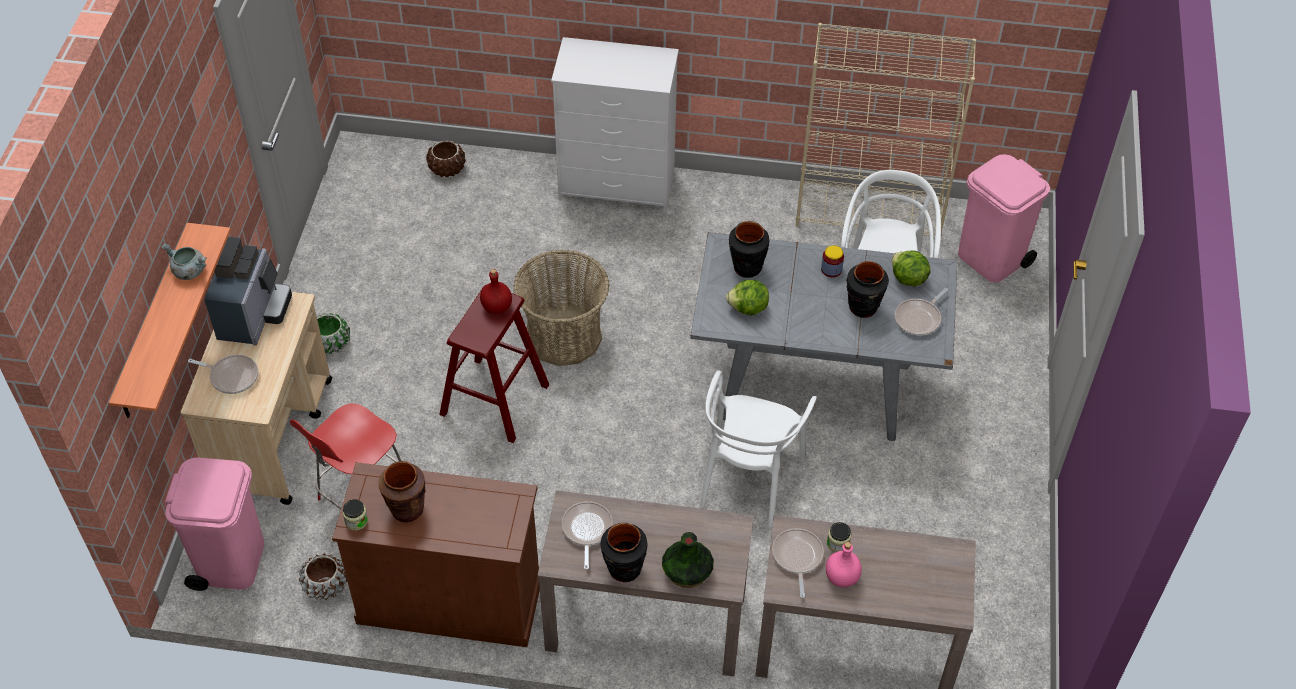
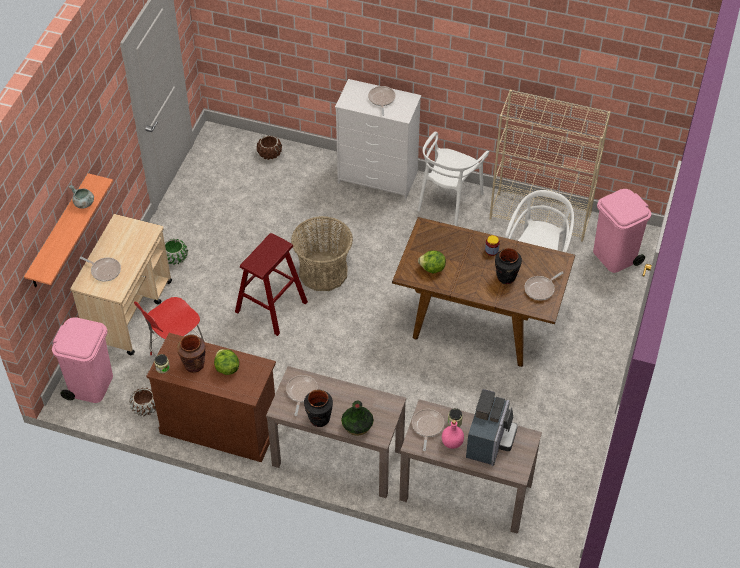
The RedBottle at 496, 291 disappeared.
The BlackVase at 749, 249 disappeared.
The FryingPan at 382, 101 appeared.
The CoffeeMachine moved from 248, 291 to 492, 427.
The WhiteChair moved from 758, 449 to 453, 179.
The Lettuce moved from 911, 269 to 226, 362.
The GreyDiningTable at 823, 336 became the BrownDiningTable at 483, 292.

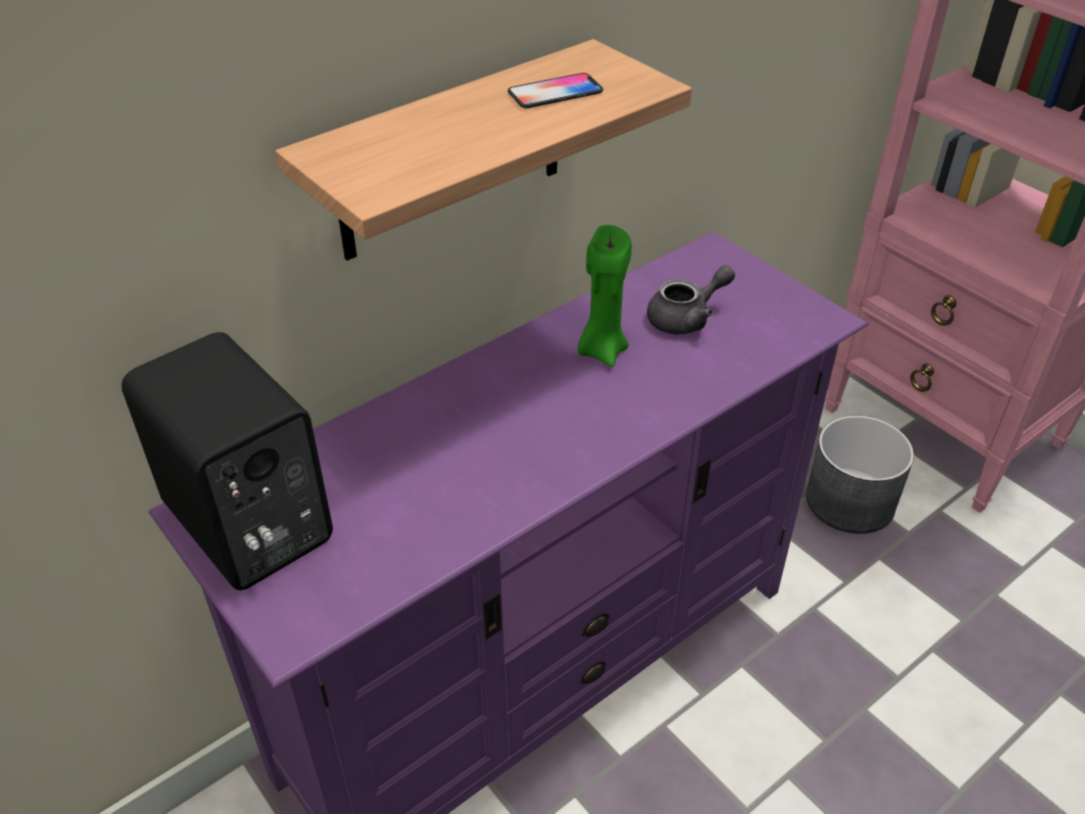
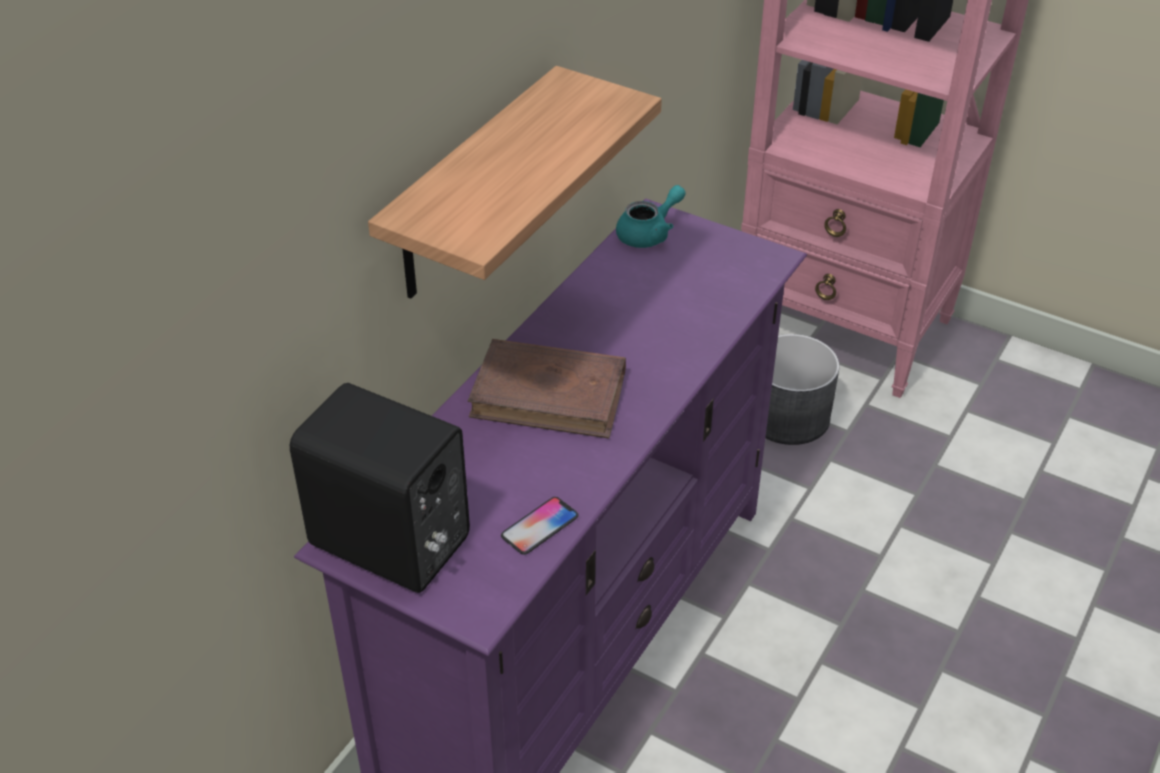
The GreenCandle at 605, 296 disappeared.
The GreyTeapot at 691, 299 disappeared.
The BrownBook at 547, 389 appeared.
The TurquoiseTeapot at 651, 216 appeared.
The Phone moved from 555, 90 to 540, 526.

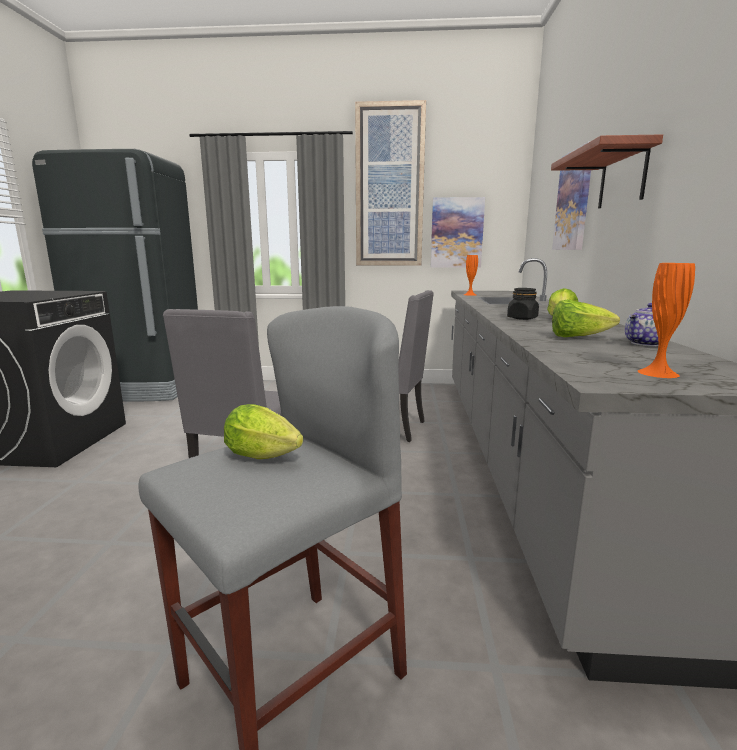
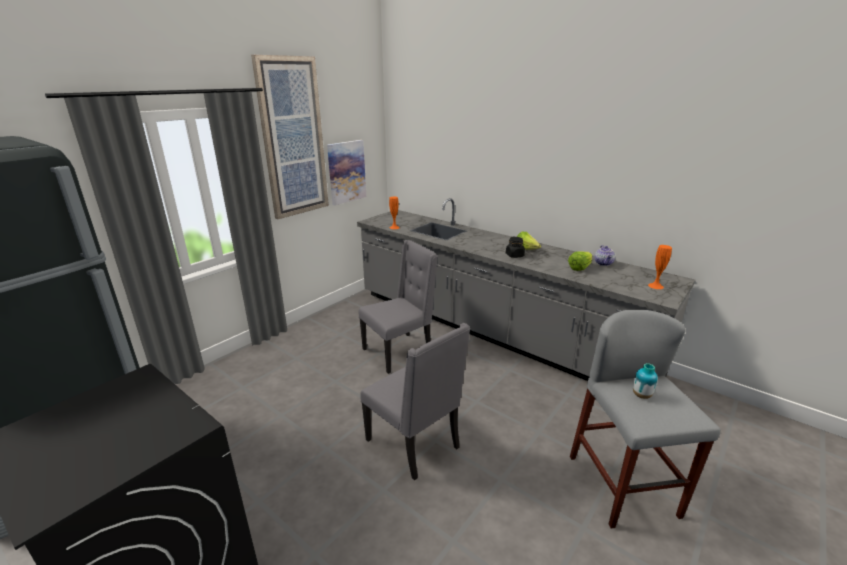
The Shelf at 607, 171 disappeared.
The Picture at 571, 195 disappeared.
The Lettuce at 263, 431 was replaced by the Vase at 645, 381.

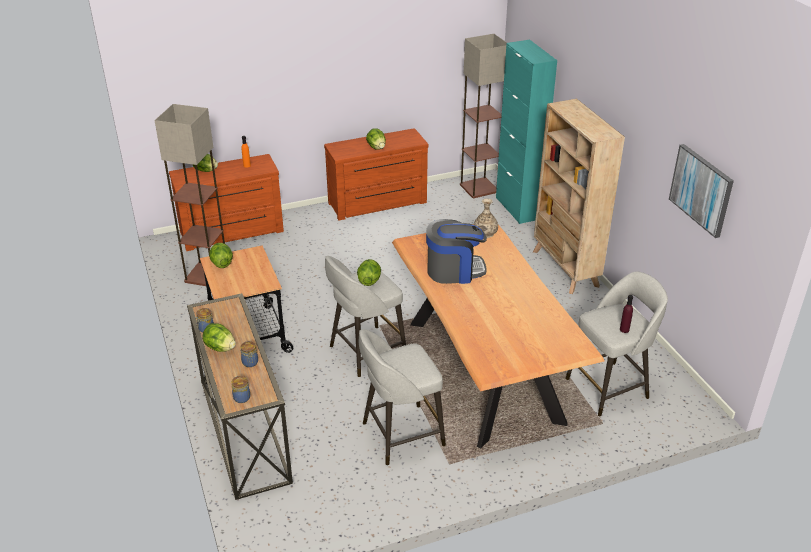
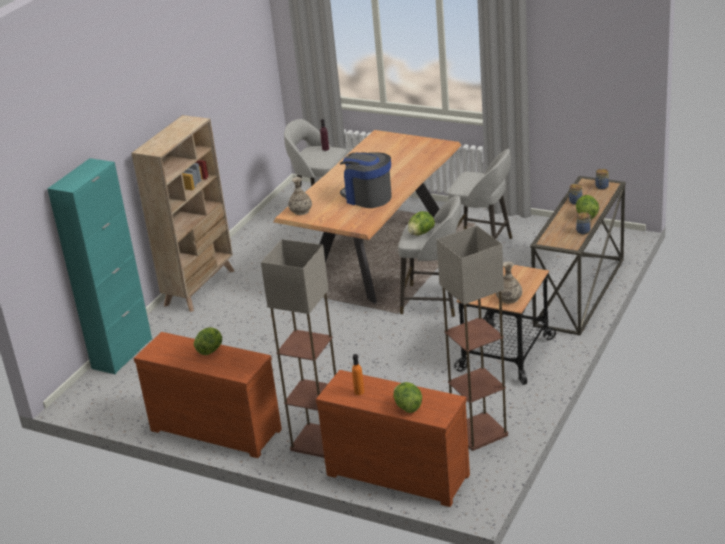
The Picture at 701, 191 disappeared.
The FloorLamp moved from 483, 116 to 298, 348.
The Lettuce at 221, 255 was replaced by the Vase at 509, 283.

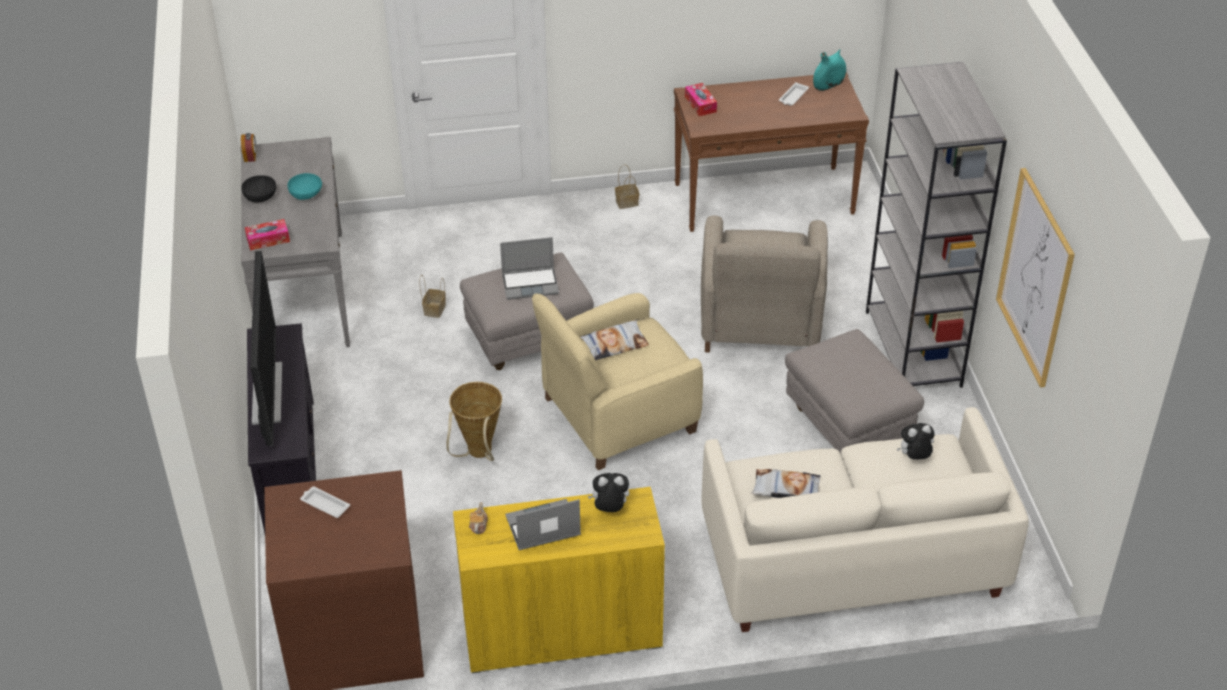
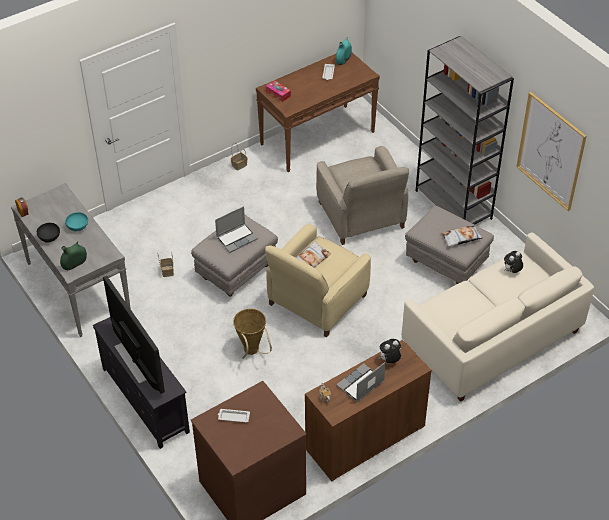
The Pillow moved from 786, 483 to 462, 235.
The TissueBox at 267, 234 was replaced by the GreenVase at 73, 255.
The YellowCabinet at 559, 580 became the BrownCabinet at 368, 411.

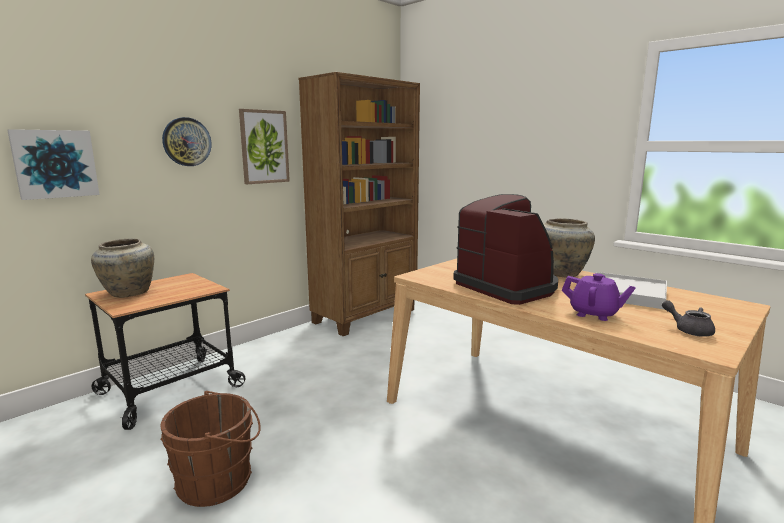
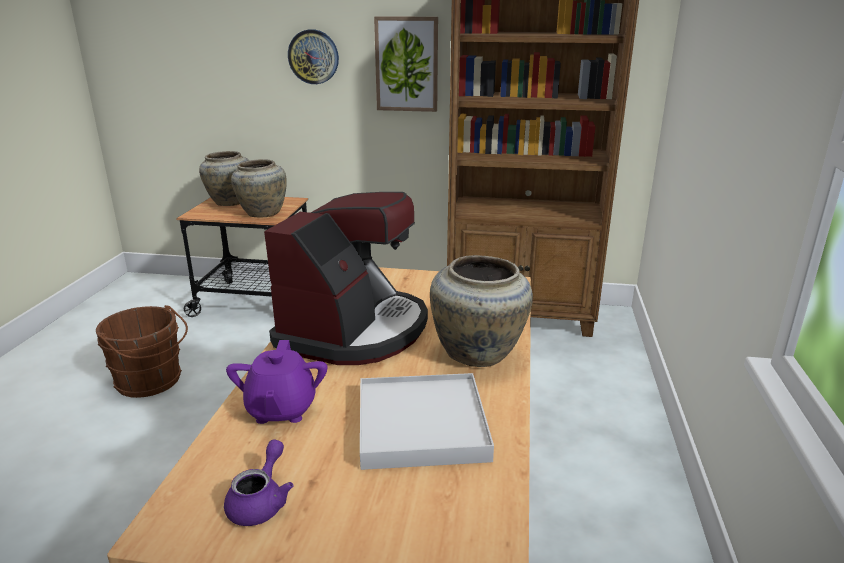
The Picture at 53, 164 disappeared.
The BeigeVase at 259, 188 appeared.
The GreyTeapot at 688, 318 became the PurpleTeapot at 259, 482.

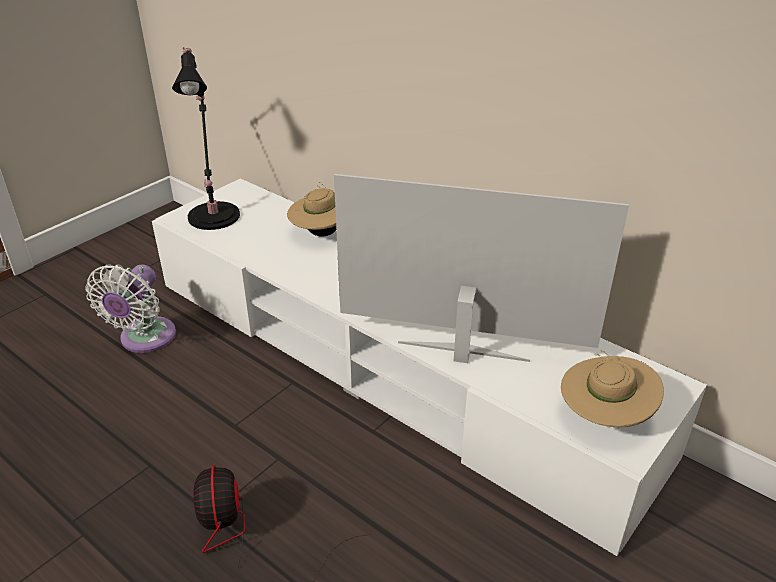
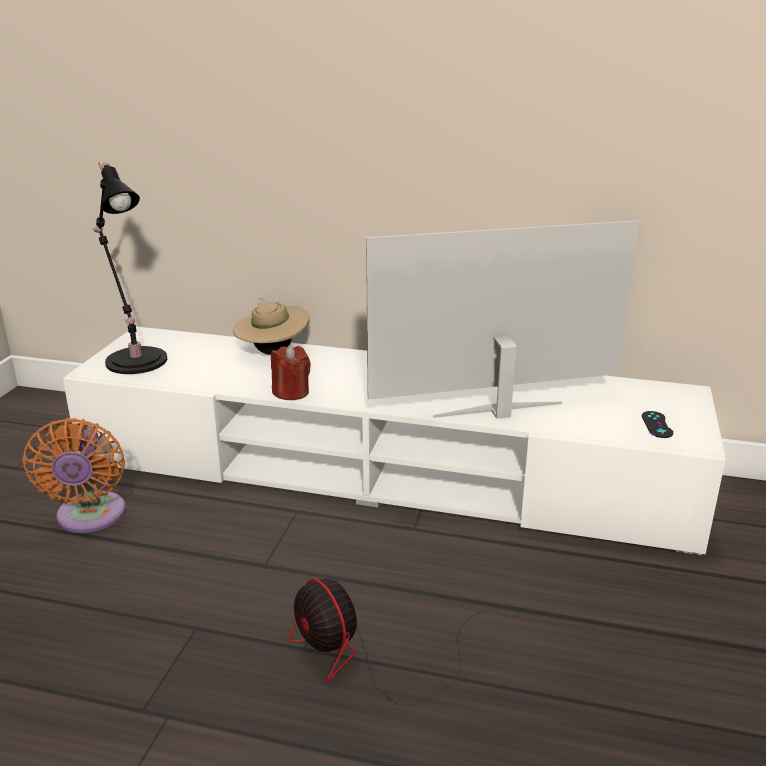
The RedCandle at 291, 372 appeared.
The BeigeHat at 612, 389 was replaced by the BlackGameController at 657, 424.
The WhiteFan at 130, 308 became the OrangeFan at 74, 475.

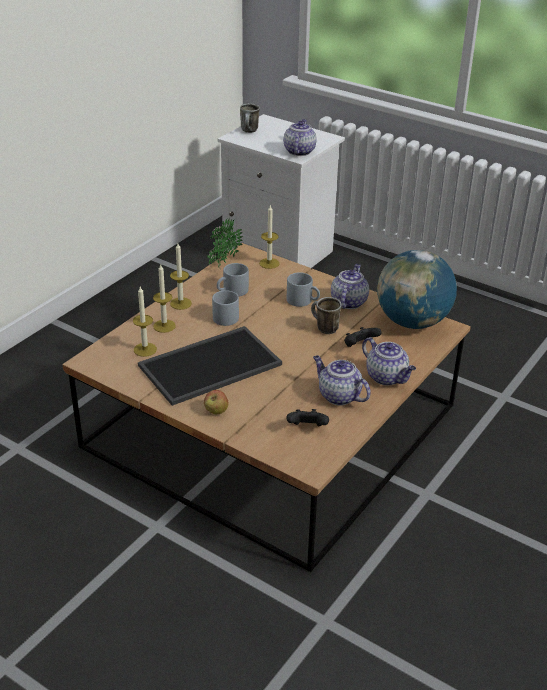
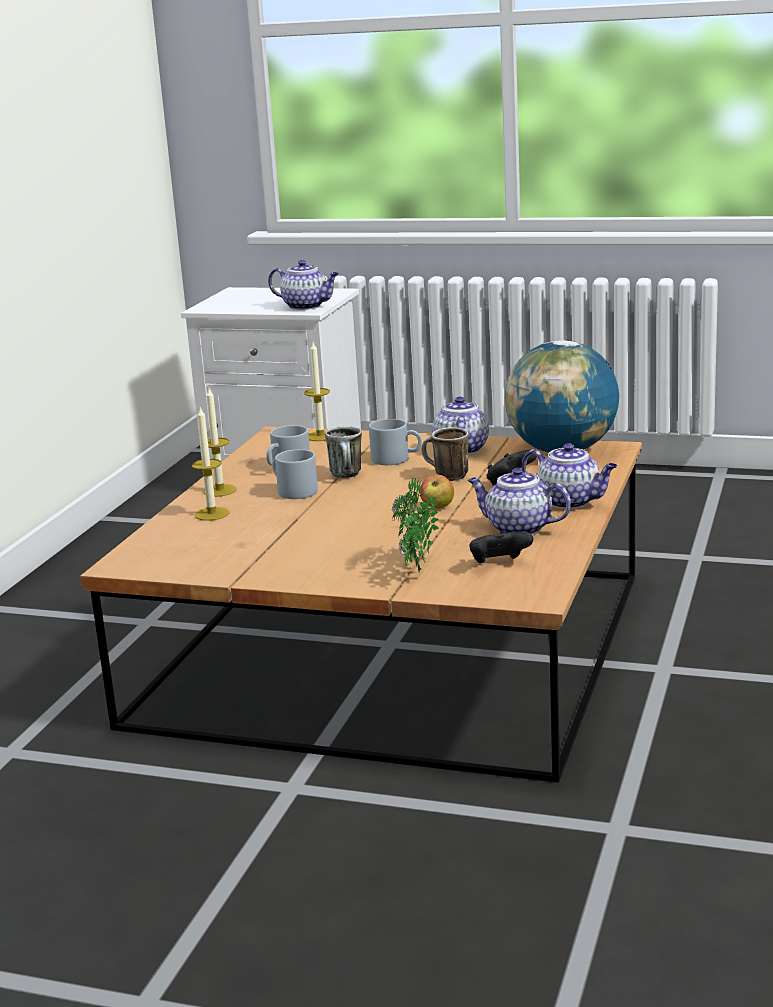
The Candle at 145, 322 disappeared.
The Tray at 210, 366 disappeared.
The Apple moved from 216, 402 to 437, 491.
The PottedPlant moved from 225, 243 to 415, 524.
The Mug moved from 250, 118 to 343, 452.
The Teapot at 300, 137 turned 120 degrees clockwise.

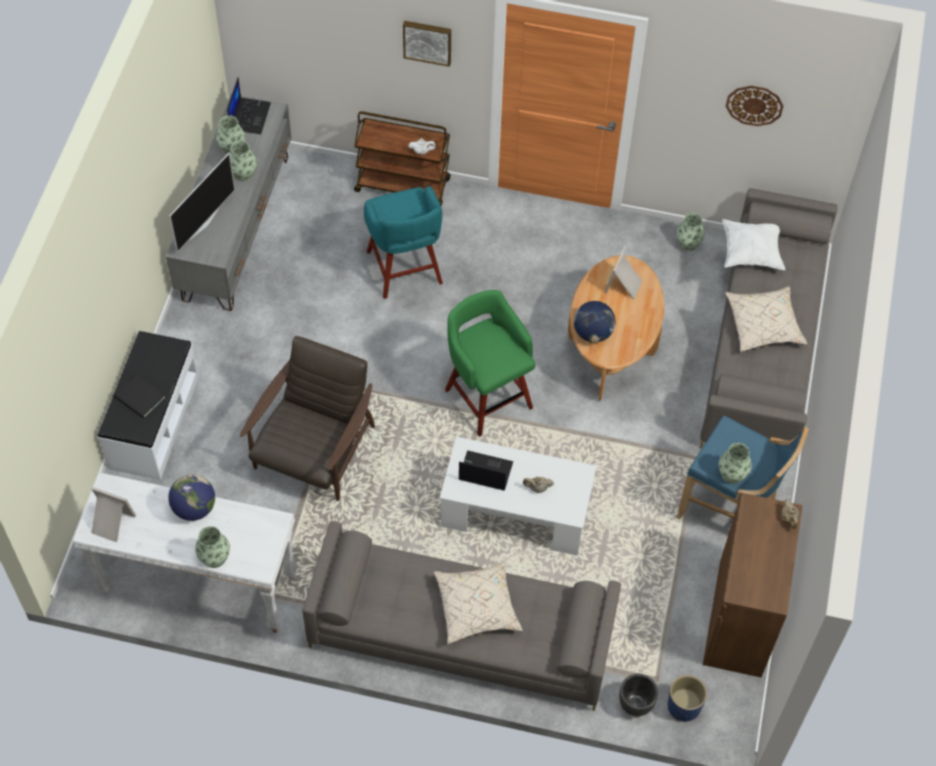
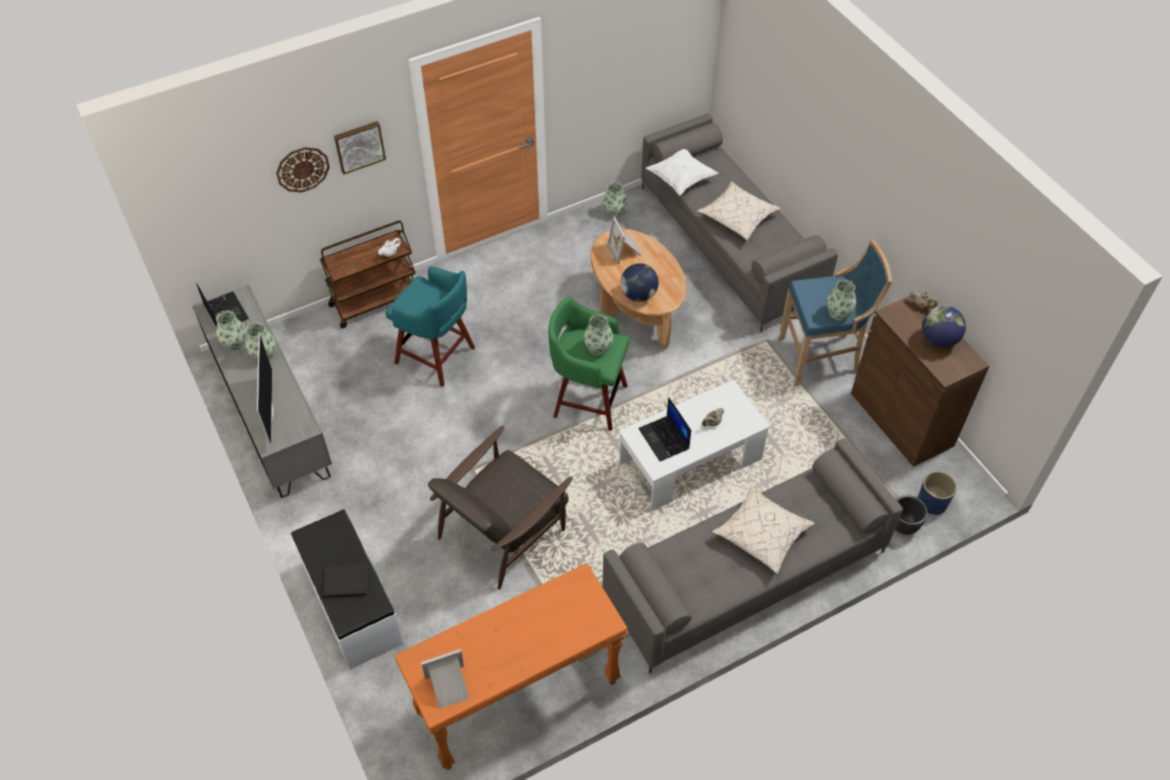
The Globe moved from 191, 497 to 944, 327.
The Vase moved from 212, 547 to 598, 334.
The WallClock moved from 754, 106 to 303, 170.
The WhiteConsoleTable at 185, 552 became the OrangeConsoleTable at 511, 666.
The BrownArmchair at 307, 418 turned 120 degrees counterclockwise.
The Laptop at 486, 470 turned 90 degrees counterclockwise.

